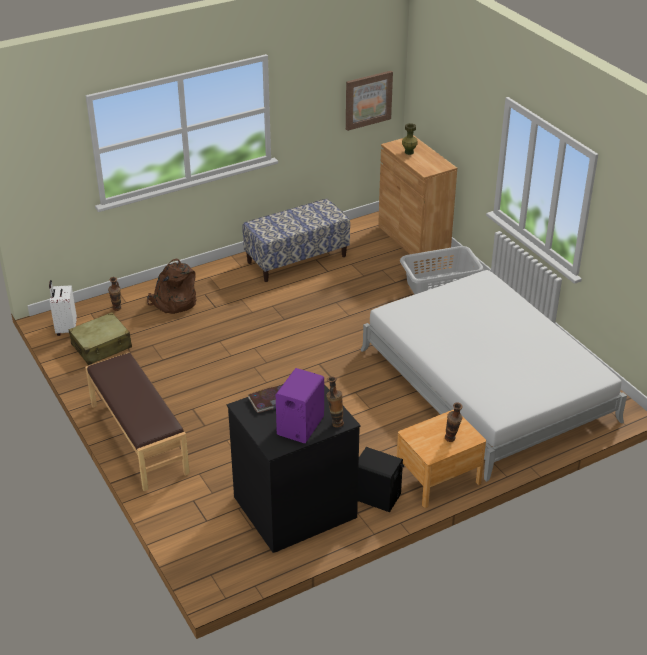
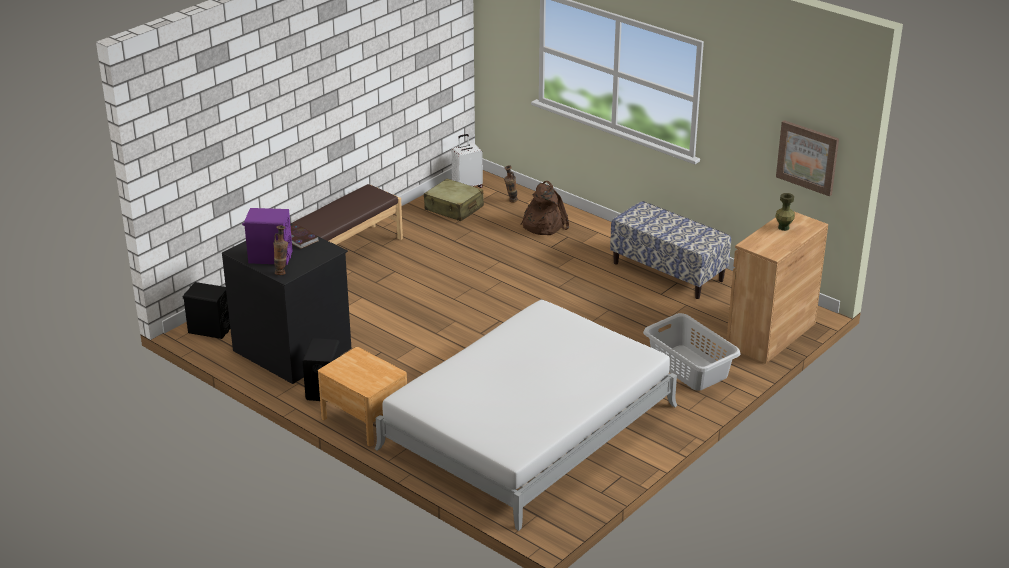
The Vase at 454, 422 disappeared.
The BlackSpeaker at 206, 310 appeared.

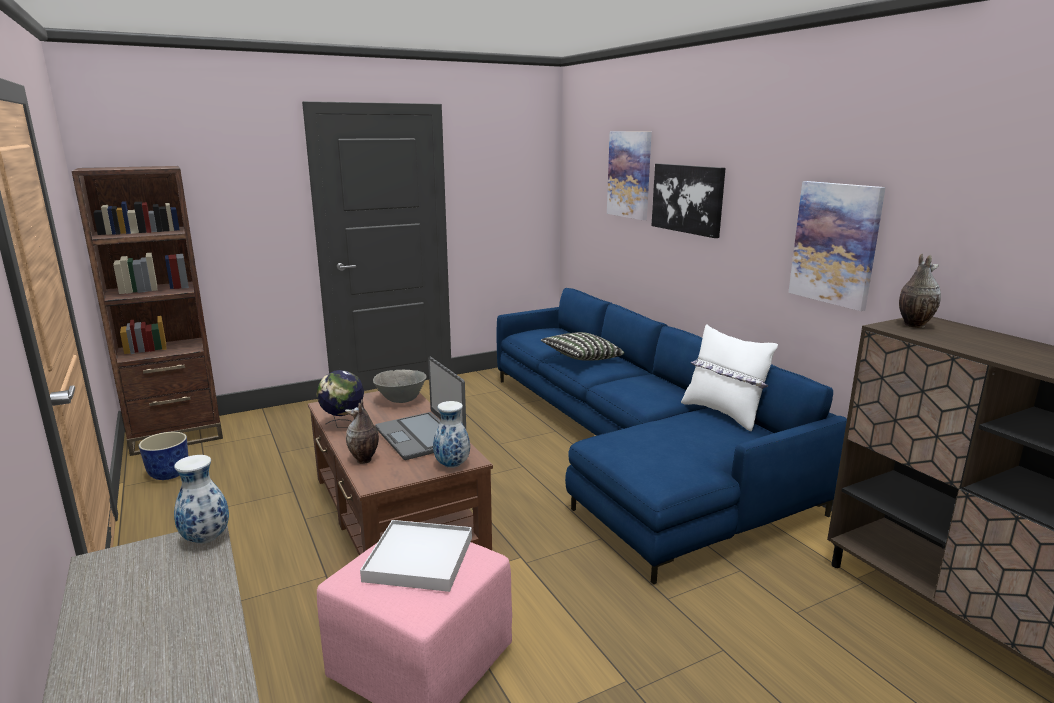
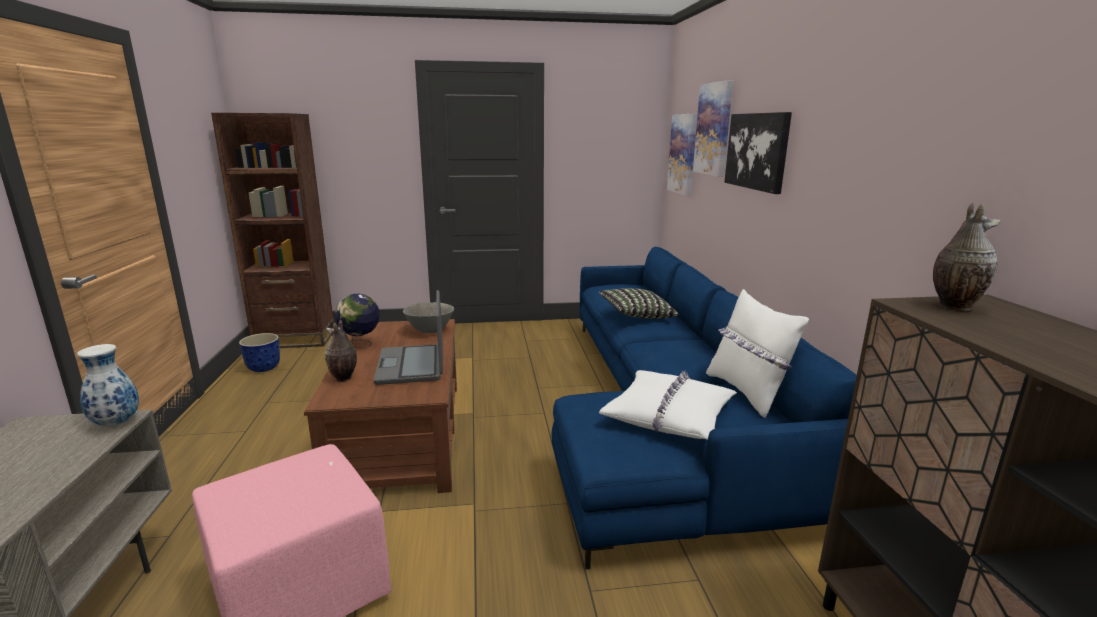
The WhiteTray at 416, 556 disappeared.
The Vase at 451, 434 disappeared.
The WhitePillow at 668, 405 appeared.
The Picture moved from 837, 246 to 682, 155.

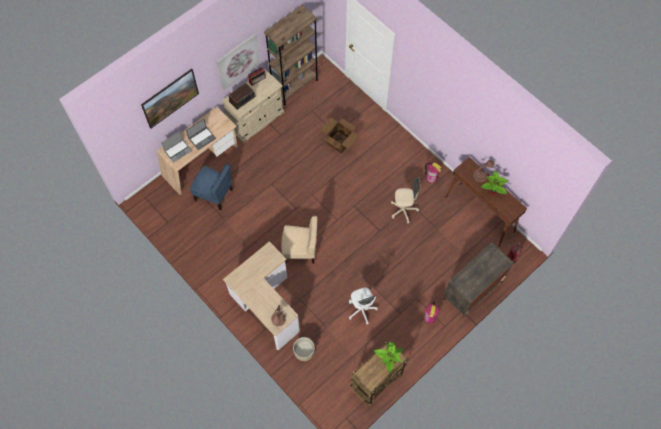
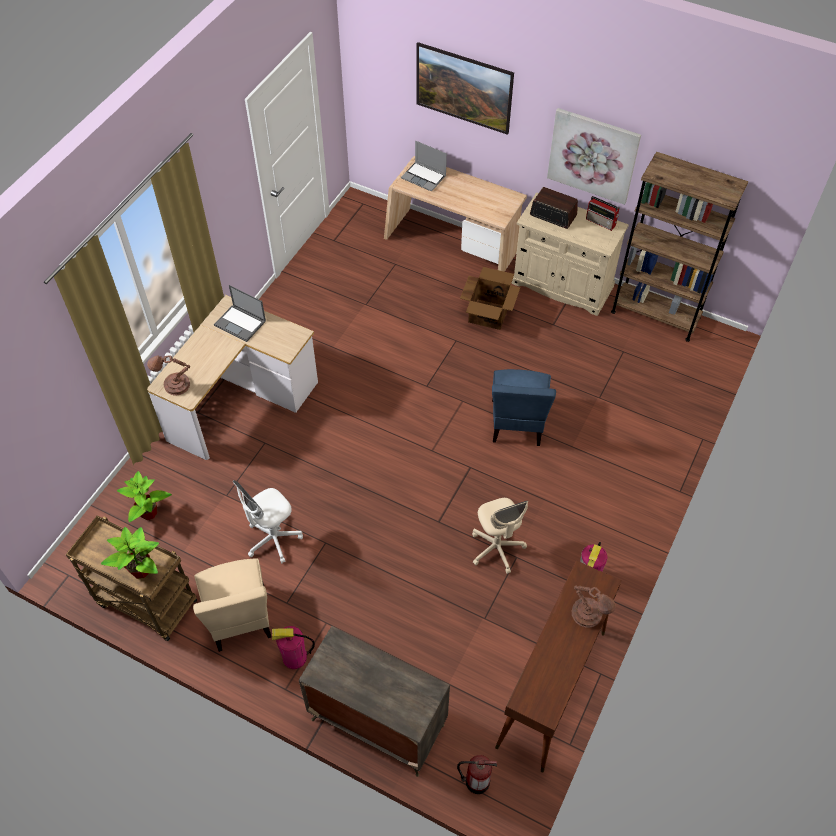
The BeigePlanter at 304, 349 disappeared.
The Laptop moved from 201, 134 to 240, 313.
The BlueChair moved from 211, 187 to 524, 407.
The BeigeChair moved from 299, 240 to 232, 605.
The CardboardBox moved from 340, 135 to 490, 298.
The PottedPlant moved from 495, 183 to 144, 496.

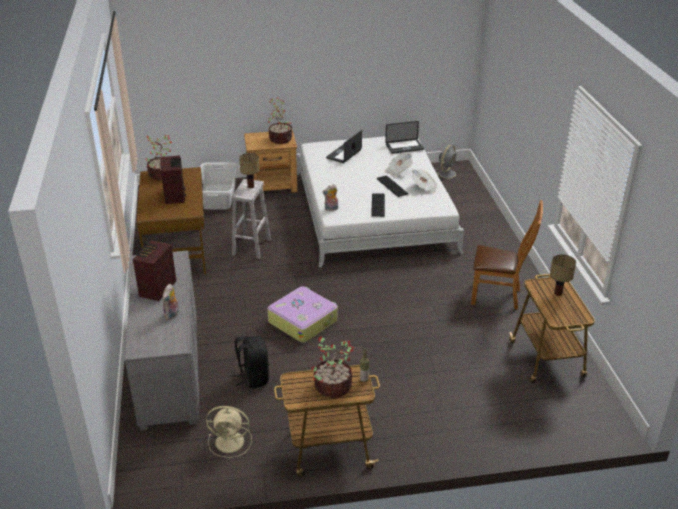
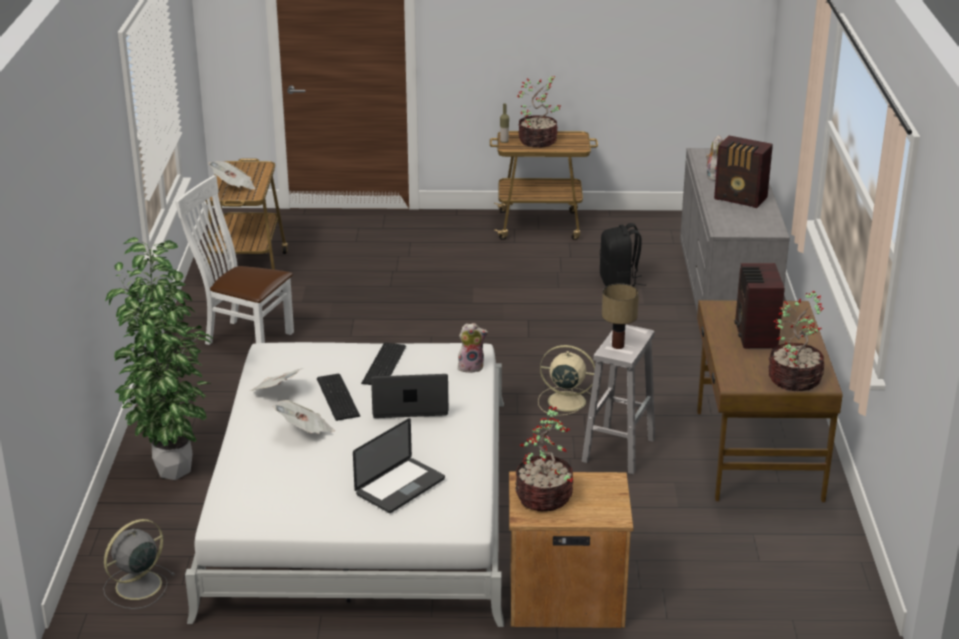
The GreyLaundryBasket at 219, 185 disappeared.
The Suitcase at 302, 314 disappeared.
The PottedPlant at 159, 358 appeared.
The BeigeFan moved from 229, 432 to 566, 380.
The Laptop moved from 404, 137 to 409, 396.
The TableLamp at 563, 275 was replaced by the Newspaper at 231, 175.
The BrownChair at 507, 255 became the WhiteChair at 234, 260.
The Radio at 154, 271 turned 90 degrees clockwise.

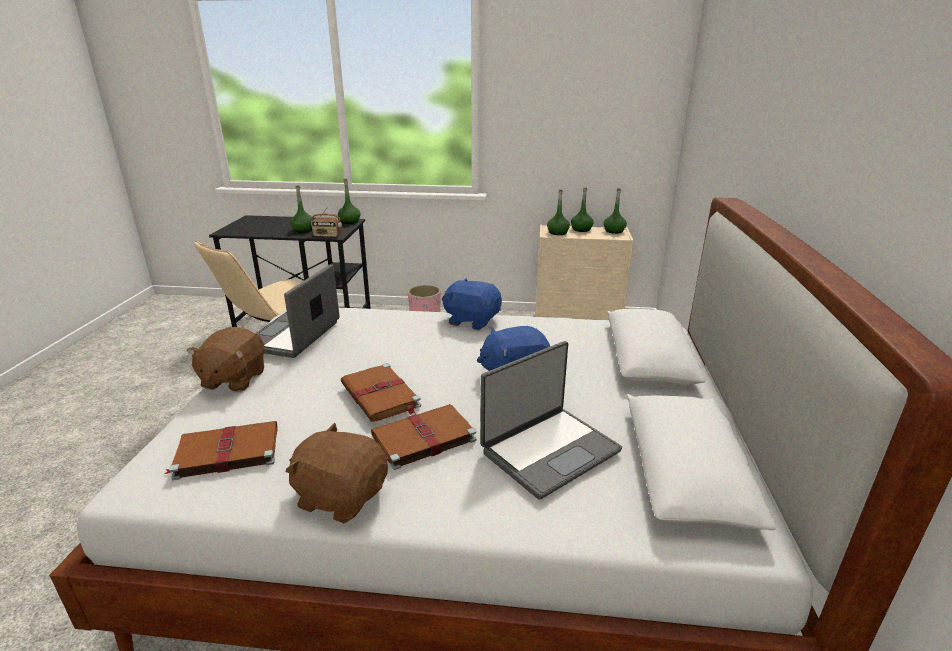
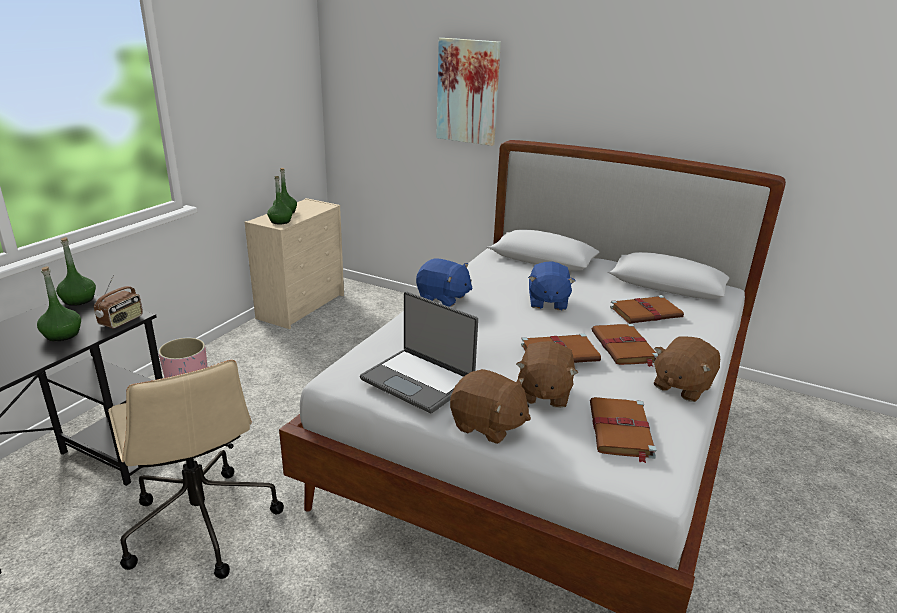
The GreenBottle at 615, 211 disappeared.
The Picture at 468, 92 appeared.
The BrownPlushToy at 547, 374 appeared.
The Laptop at 551, 420 was replaced by the BrownBook at 647, 309.
The BluePlushToy at 472, 304 turned 105 degrees counterclockwise.

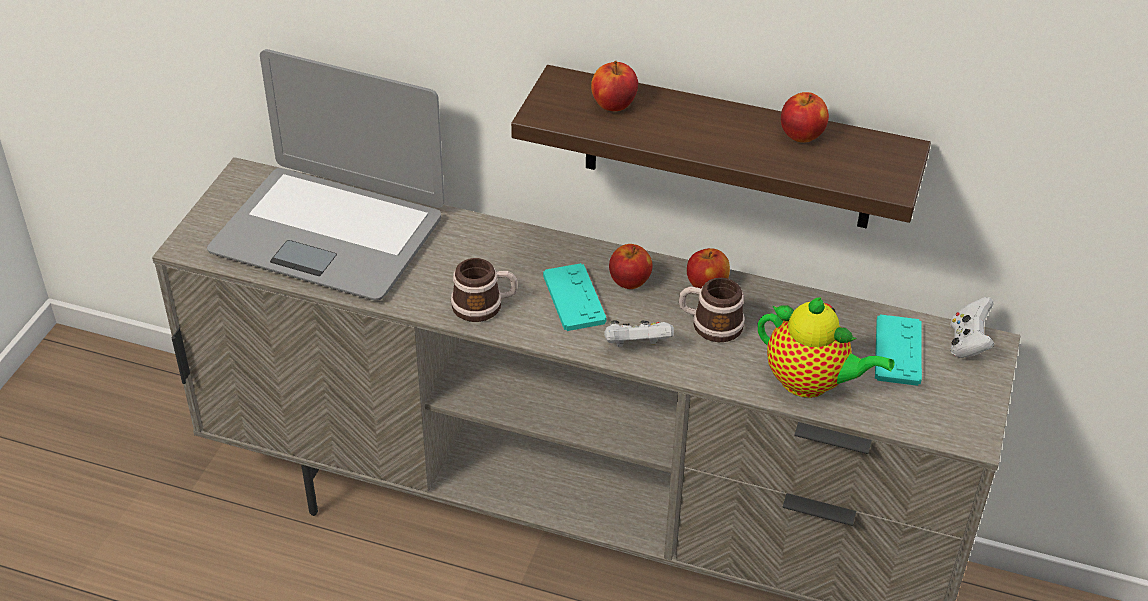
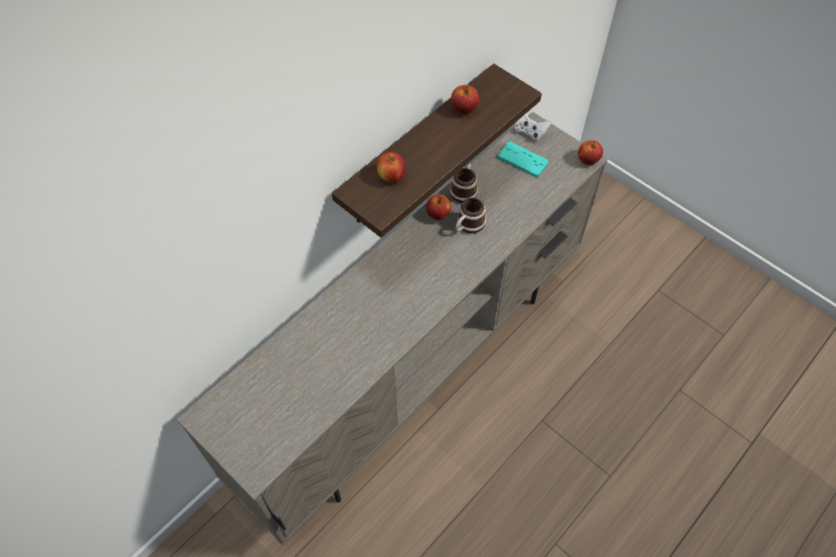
The Laptop at 326, 175 disappeared.
The TurquoiseGameController at 574, 297 disappeared.
The WhiteGameController at 639, 333 disappeared.
The Teapot at 826, 347 disappeared.
The Mug moved from 484, 290 to 464, 183.
The Apple moved from 630, 266 to 590, 152.

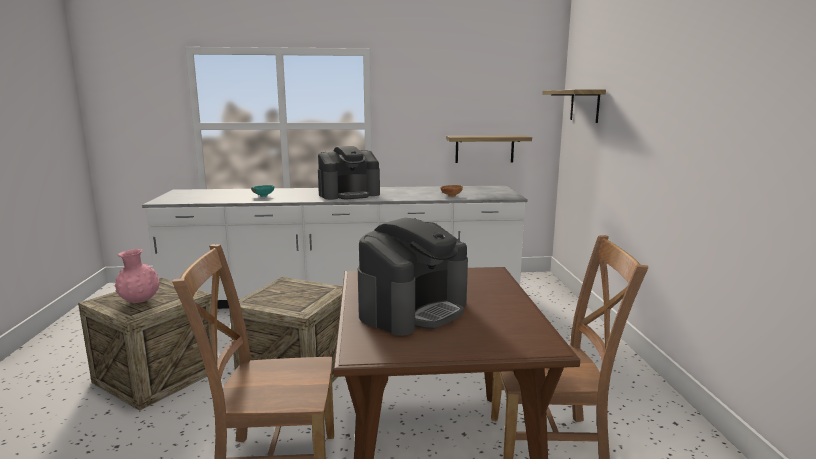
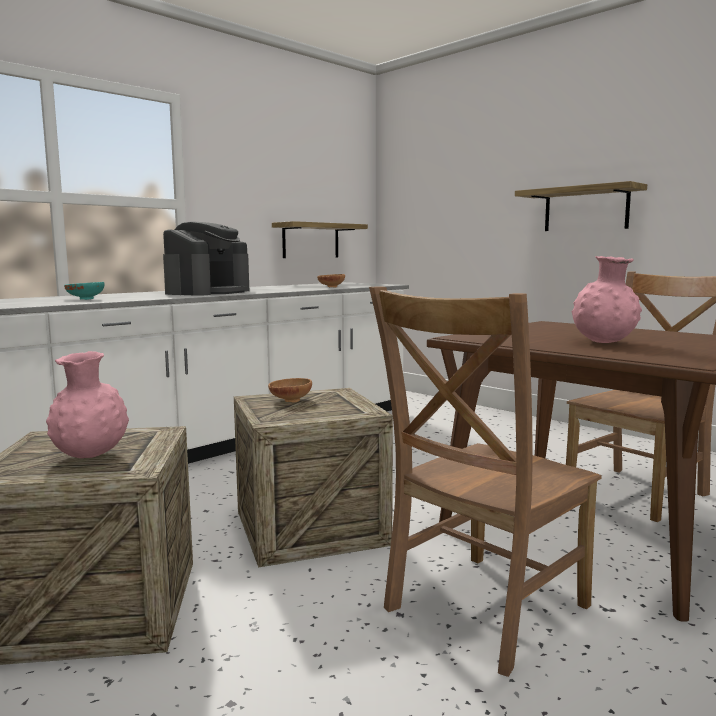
The BrownBowl at 290, 390 appeared.
The Shelf moved from 574, 106 to 581, 206.
The CoffeeMachine at 413, 277 was replaced by the PinkVase at 607, 299.

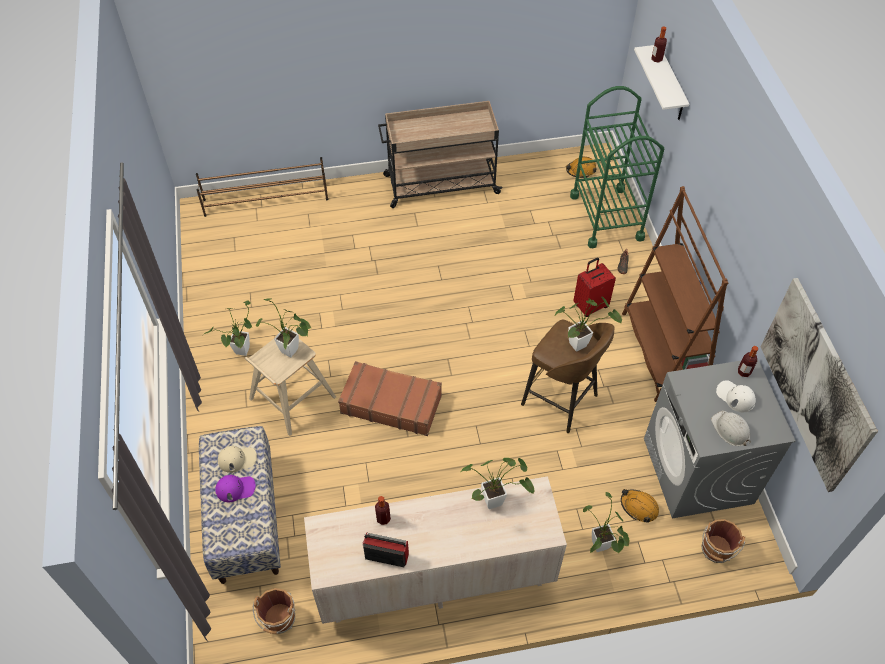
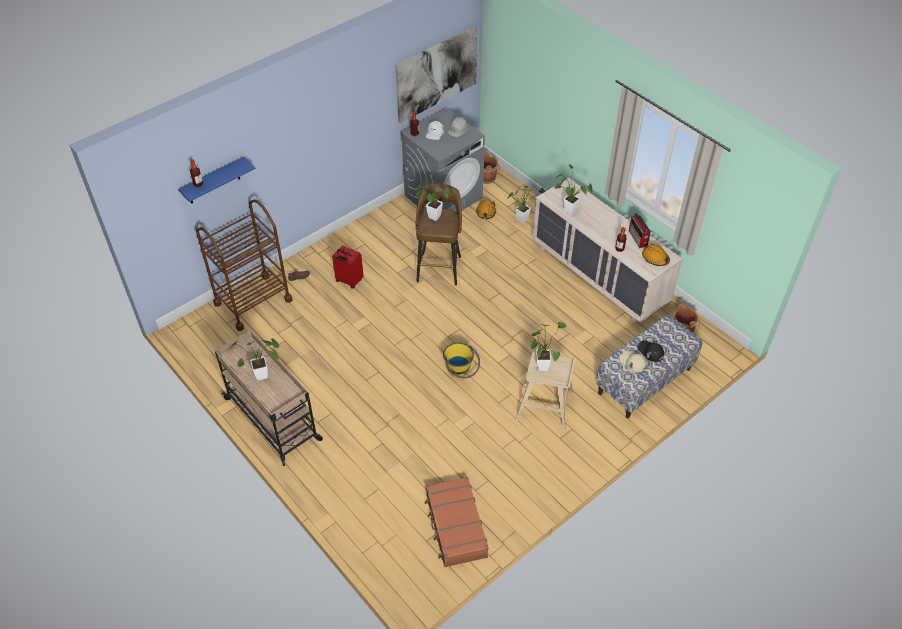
The BrownShoeRack at 262, 187 disappeared.
The BrownBookcase at 675, 294 disappeared.
The YellowBucket at 461, 360 appeared.
The PottedPlant moved from 228, 328 to 255, 359.
The BrownSuitcase moved from 390, 398 to 456, 522.
The OrangeHardHat moved from 581, 167 to 656, 255.
The PurpleCap at 236, 488 became the BlackCap at 650, 351.
The GreenCart at 617, 167 became the BrownCart at 244, 265.
The WhiteShelf at 661, 82 became the BlueShelf at 216, 180.

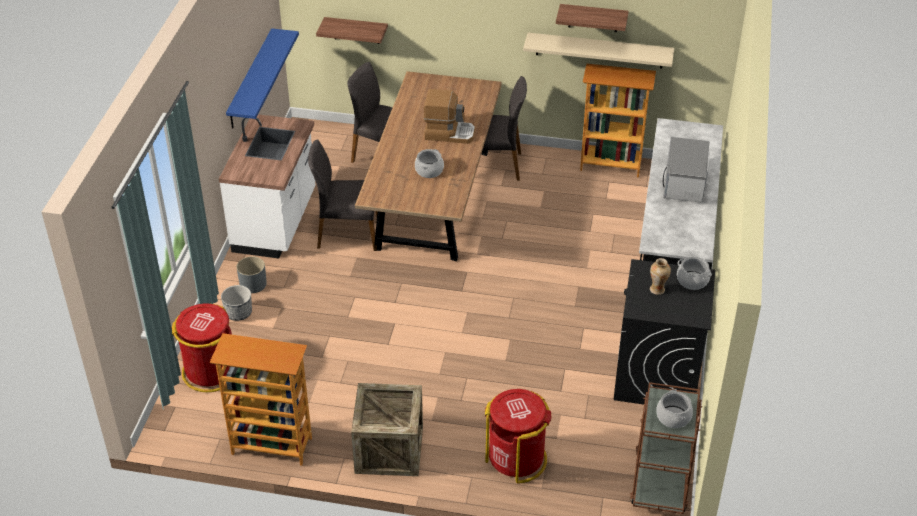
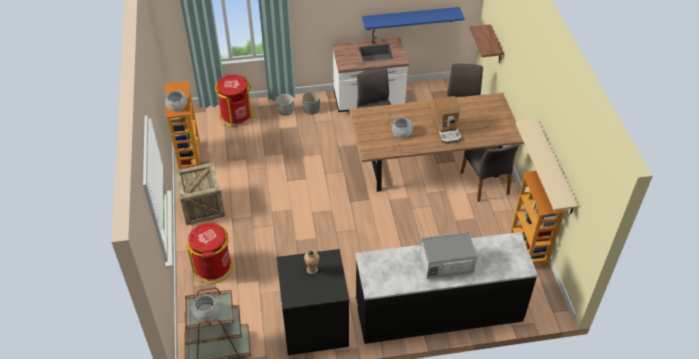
The Shelf at 592, 18 disappeared.
The CookingPot moved from 694, 273 to 176, 100.

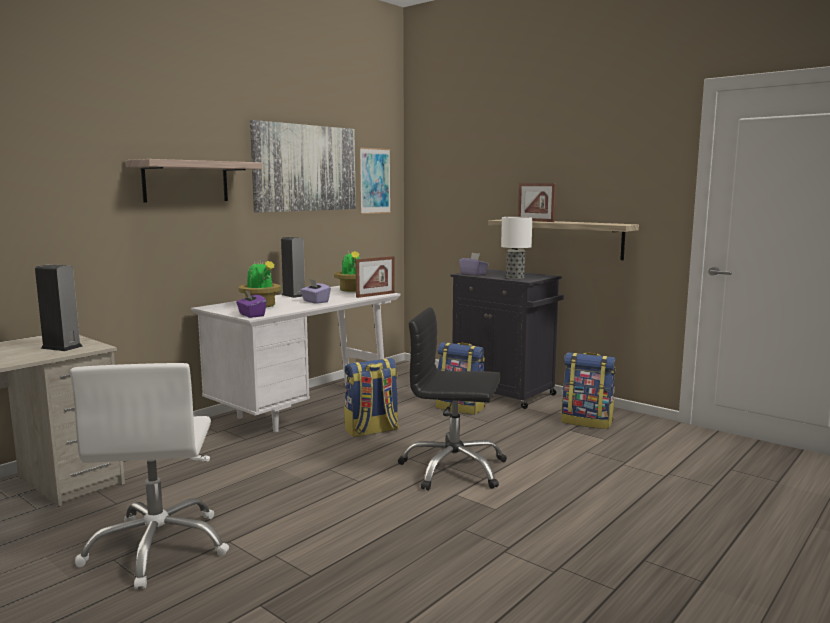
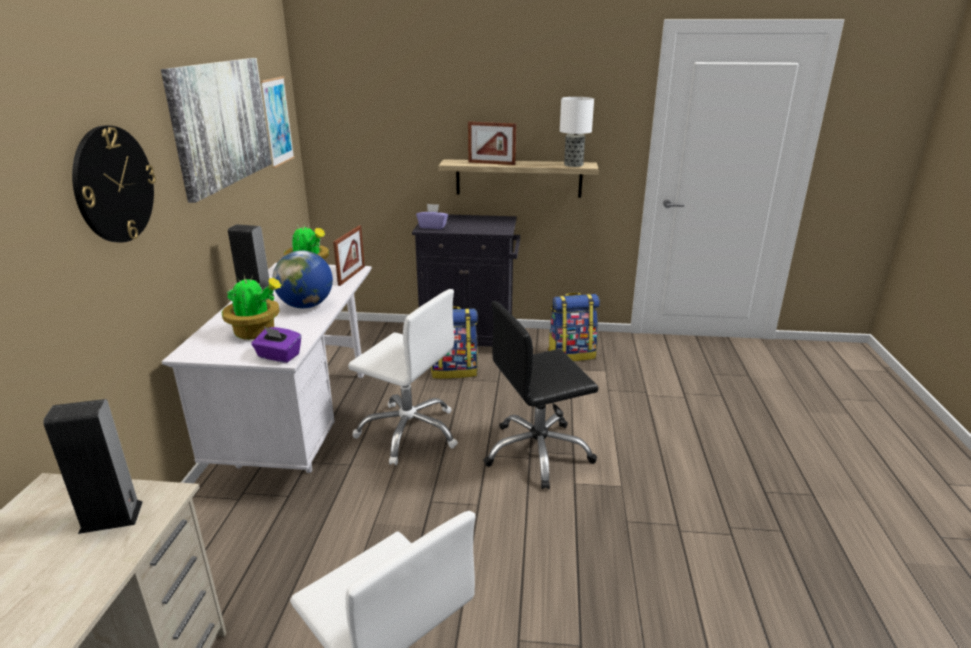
The TableLamp moved from 516, 248 to 577, 132.
The Shelf at 194, 181 was replaced by the WallClock at 114, 184.
The PurpleTissueBox at 315, 291 was replaced by the Globe at 302, 279.
The Backpack at 371, 397 was replaced by the WhiteOfficeChair at 403, 377.

